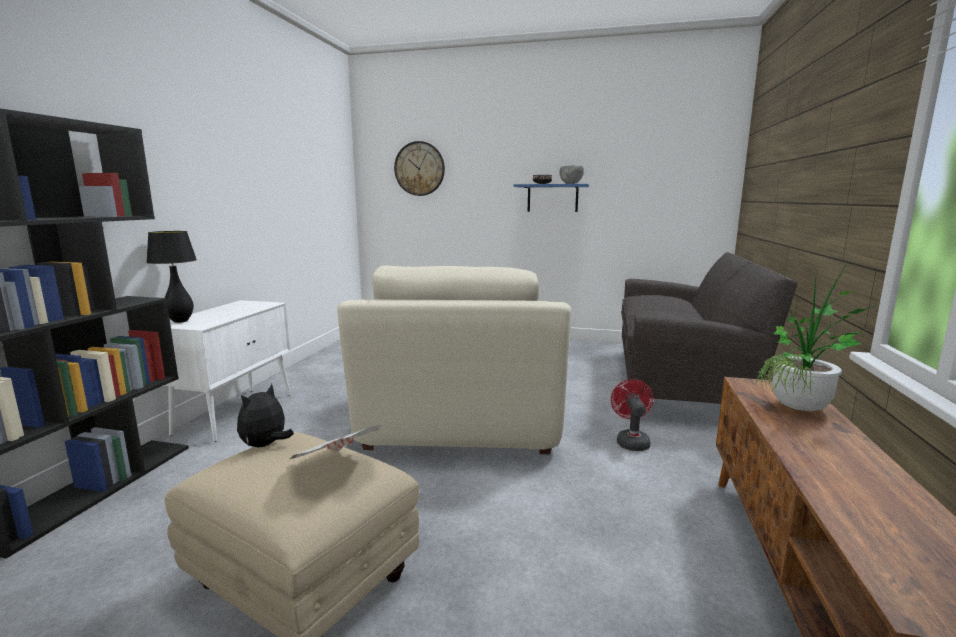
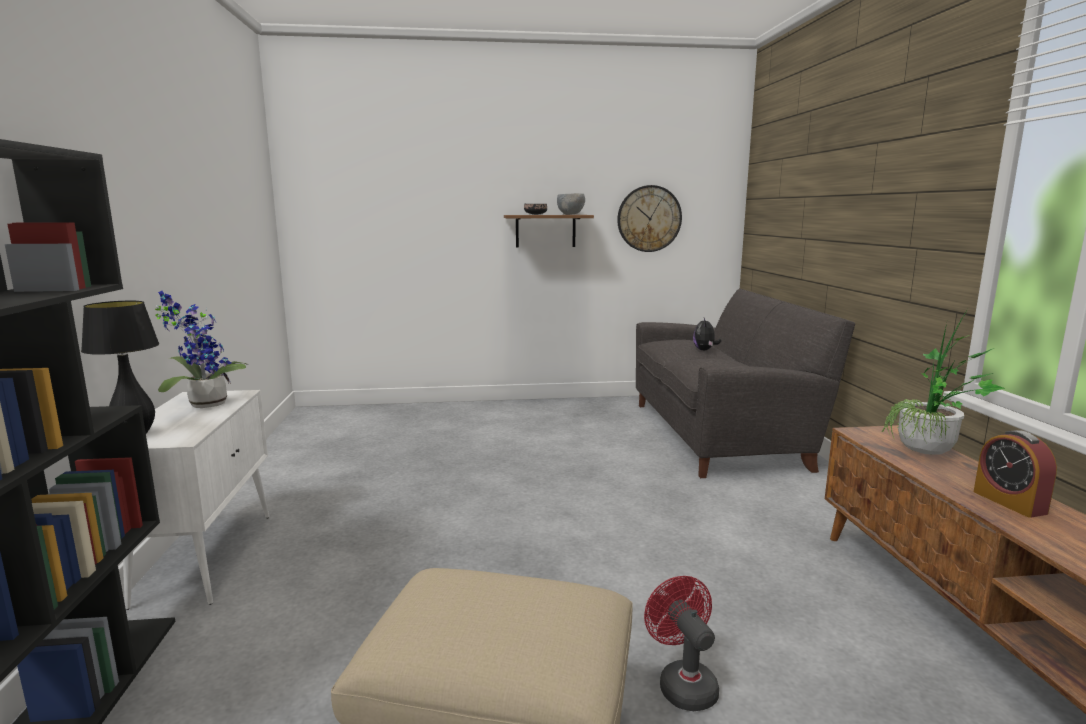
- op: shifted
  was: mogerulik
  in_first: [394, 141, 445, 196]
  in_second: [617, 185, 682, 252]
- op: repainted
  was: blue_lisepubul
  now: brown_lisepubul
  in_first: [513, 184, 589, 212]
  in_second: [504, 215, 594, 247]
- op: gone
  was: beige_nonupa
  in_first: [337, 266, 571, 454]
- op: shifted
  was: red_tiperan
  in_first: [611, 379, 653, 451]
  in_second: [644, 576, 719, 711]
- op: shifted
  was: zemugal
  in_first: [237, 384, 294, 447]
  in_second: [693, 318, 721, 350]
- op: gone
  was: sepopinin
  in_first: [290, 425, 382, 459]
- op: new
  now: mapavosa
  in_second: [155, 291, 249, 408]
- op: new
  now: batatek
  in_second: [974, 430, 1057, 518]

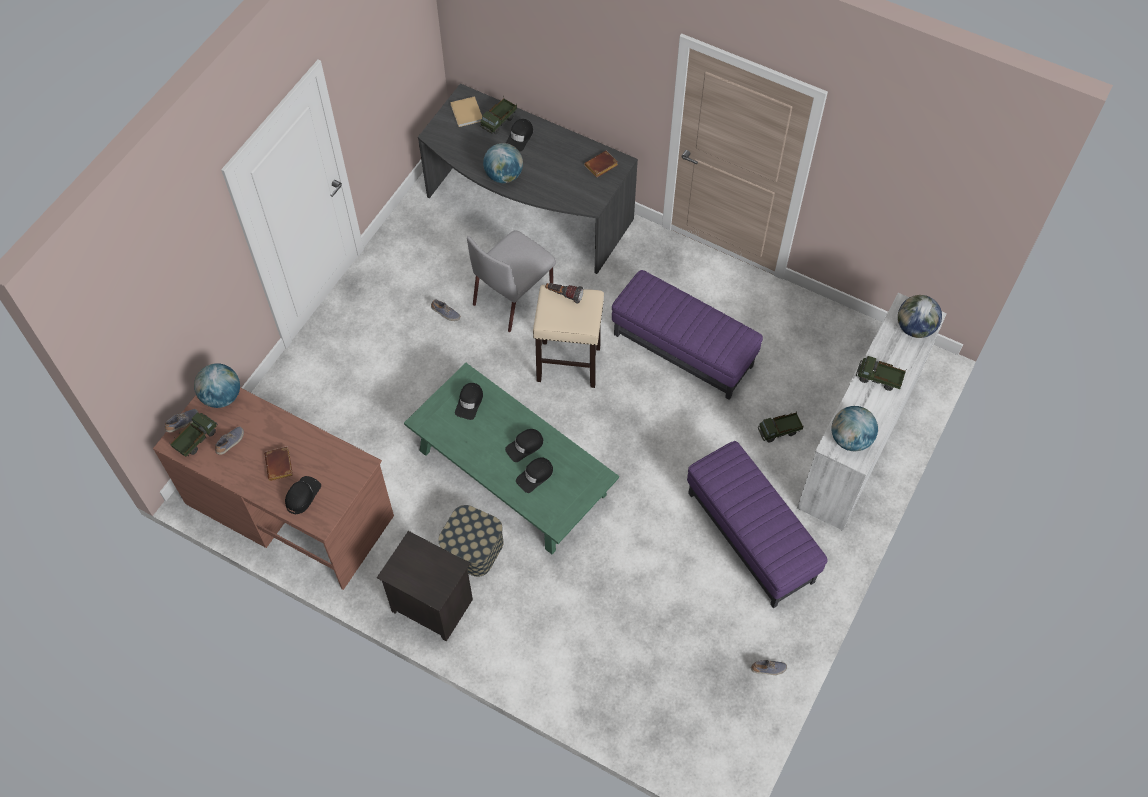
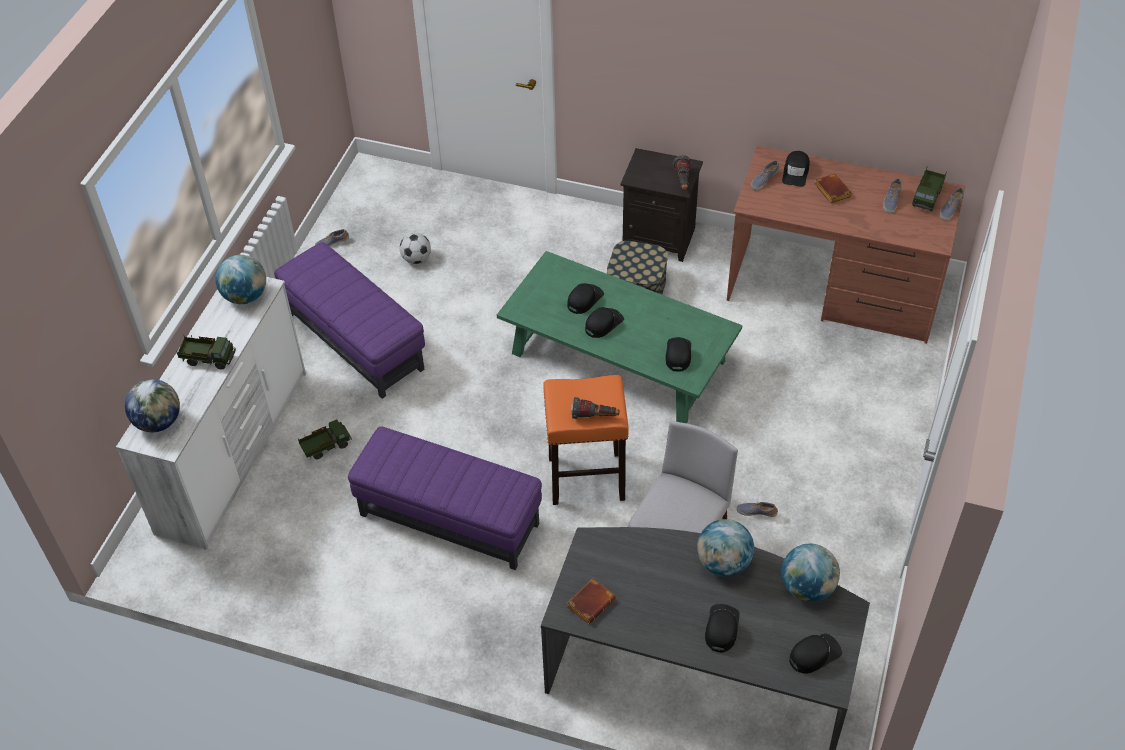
- op: swapped
  was: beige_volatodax
  now: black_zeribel
  in_first: [450, 96, 482, 127]
  in_second: [789, 634, 842, 674]
- op: gone
  was: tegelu
  in_first: [480, 98, 517, 134]
- op: repainted
  was: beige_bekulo
  now: orange_bekulo
  in_first: [533, 285, 604, 388]
  in_second: [543, 375, 629, 505]
- op: shifted
  was: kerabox
  in_first: [194, 363, 240, 408]
  in_second: [781, 544, 840, 602]
- op: new
  now: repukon
  in_second: [673, 155, 692, 190]
- op: new
  now: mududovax
  in_second: [751, 160, 780, 190]
- op: new
  now: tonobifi
  in_second: [400, 233, 431, 264]

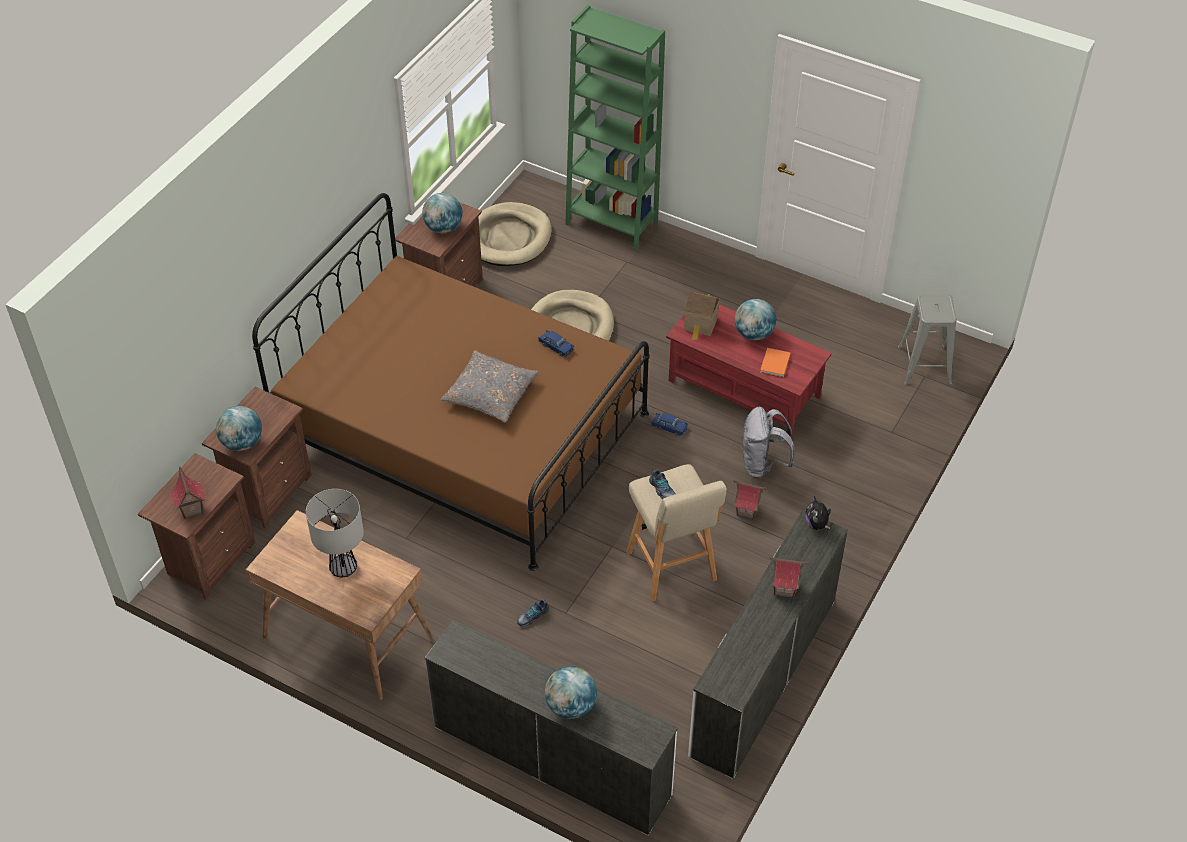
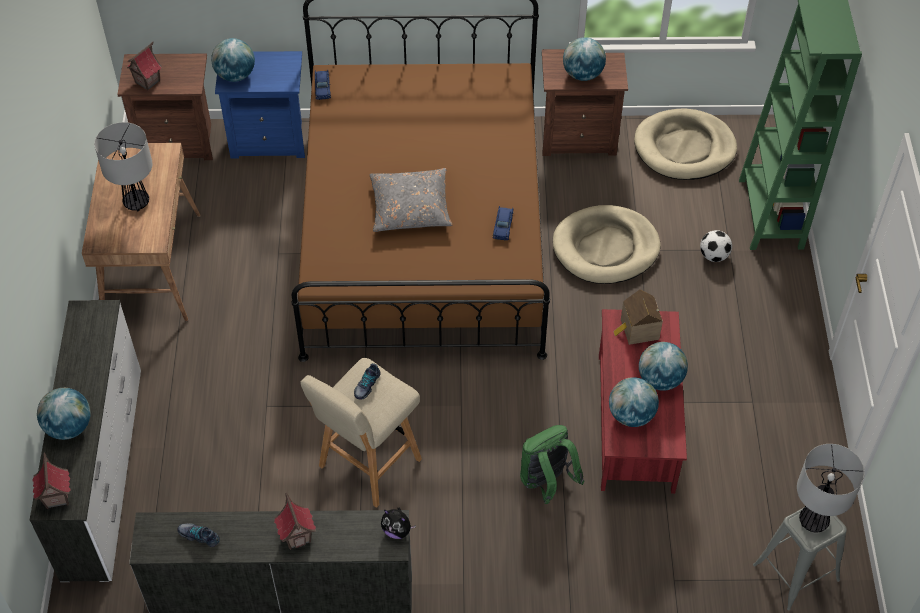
- op: swapped
  was: orange_volatodax
  now: kerabox
  in_first: [760, 348, 791, 377]
  in_second: [609, 377, 659, 427]
- op: repainted
  was: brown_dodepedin
  now: blue_dodepedin
  in_first: [202, 387, 312, 528]
  in_second: [215, 51, 305, 159]
- op: repainted
  was: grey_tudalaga
  now: green_tudalaga
  in_first: [742, 407, 795, 478]
  in_second: [520, 425, 584, 504]
- op: shifted
  was: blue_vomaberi
  in_first: [651, 413, 688, 436]
  in_second: [315, 69, 331, 100]
- op: shifted
  was: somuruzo
  in_first: [733, 480, 767, 520]
  in_second: [32, 453, 71, 509]
- op: rotated
  was: zemugal
  in_first: [805, 497, 831, 530]
  in_second: [381, 507, 416, 539]
  clockwise: -105
- op: shifted
  was: mududovax
  in_first: [517, 599, 549, 627]
  in_second: [177, 523, 220, 547]
- op: new
  now: tonobifi
  in_second: [700, 230, 732, 262]
- op: new
  now: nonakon
  in_second: [797, 444, 864, 533]

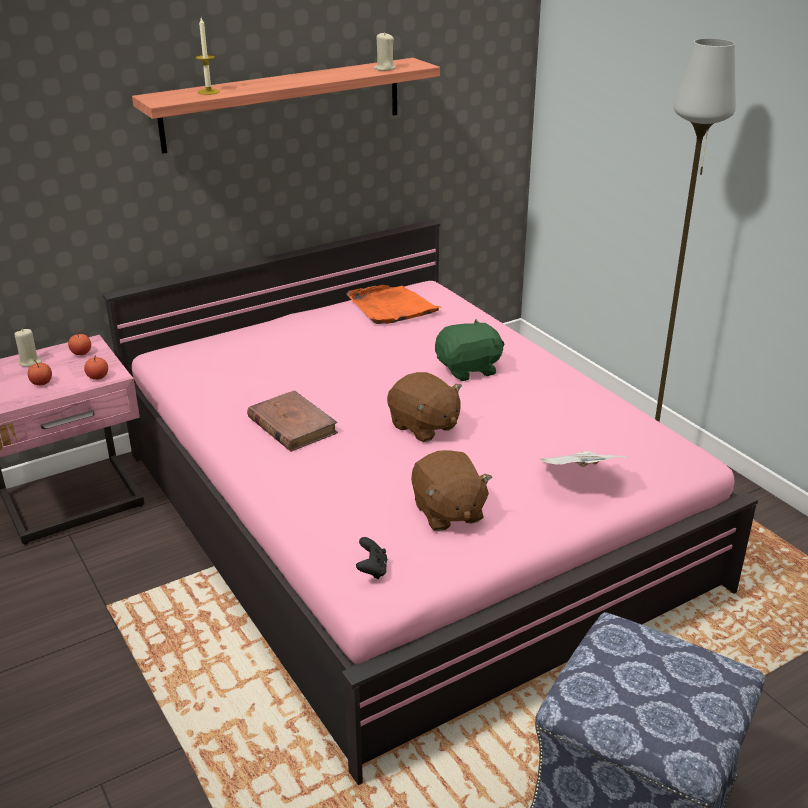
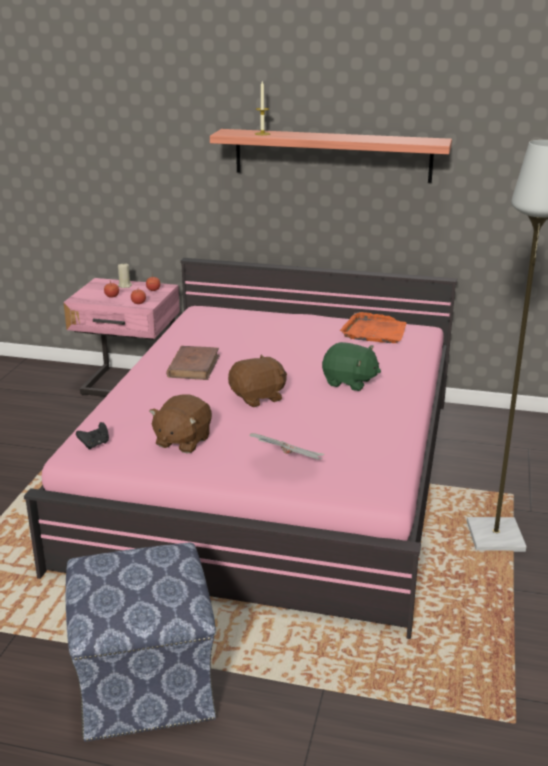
- op: gone
  was: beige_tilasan
  in_first: [373, 32, 396, 71]
- op: rotated
  was: brown_zemugal
  in_first: [387, 372, 462, 442]
  in_second: [228, 354, 287, 407]
  clockwise: -120

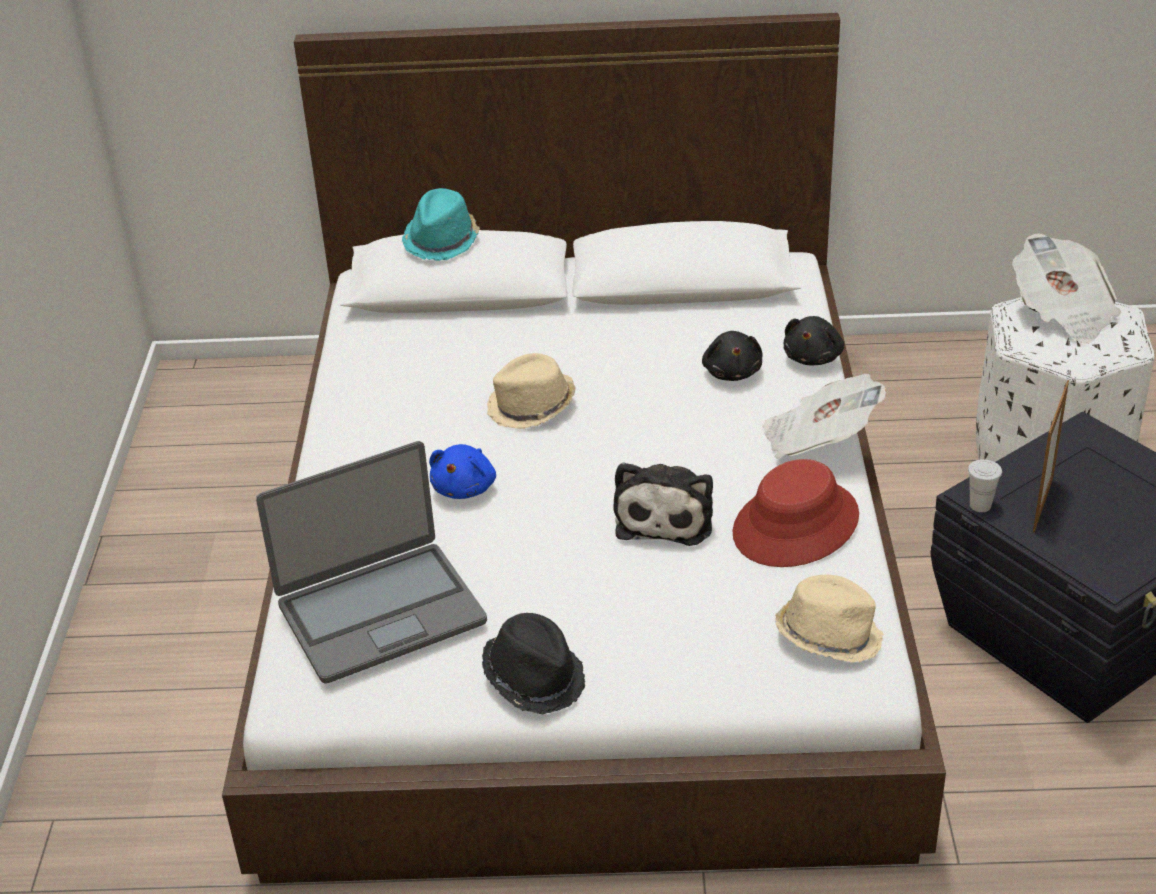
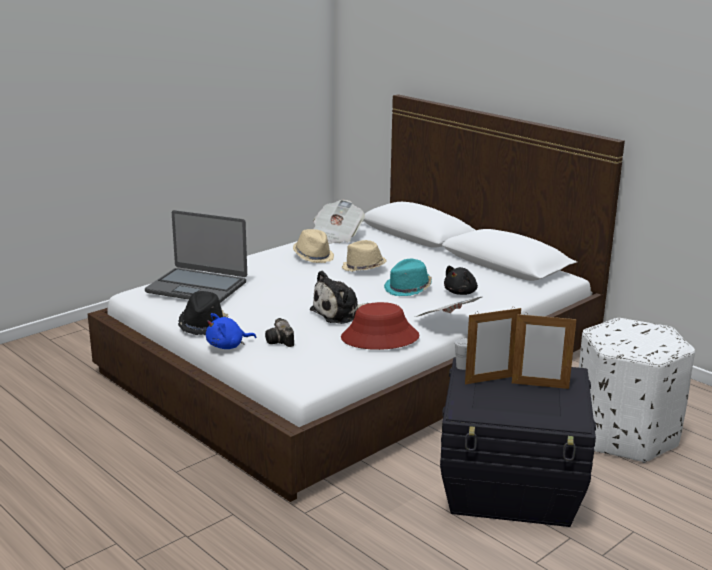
- op: shifted
  was: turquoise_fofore
  in_first: [402, 188, 480, 261]
  in_second: [384, 259, 432, 296]
- op: shifted
  was: sepopinin
  in_first: [1012, 233, 1121, 344]
  in_second: [314, 200, 365, 244]
- op: gone
  was: black_zemugal
  in_first: [784, 316, 844, 366]
- op: shifted
  was: blue_zemugal
  in_first: [429, 444, 496, 499]
  in_second: [206, 313, 256, 349]
- op: shifted
  was: beige_fofore
  in_first: [775, 575, 884, 662]
  in_second: [293, 229, 334, 263]
- op: new
  now: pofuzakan
  in_second: [512, 312, 577, 389]
- op: new
  now: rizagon
  in_second: [265, 318, 294, 347]

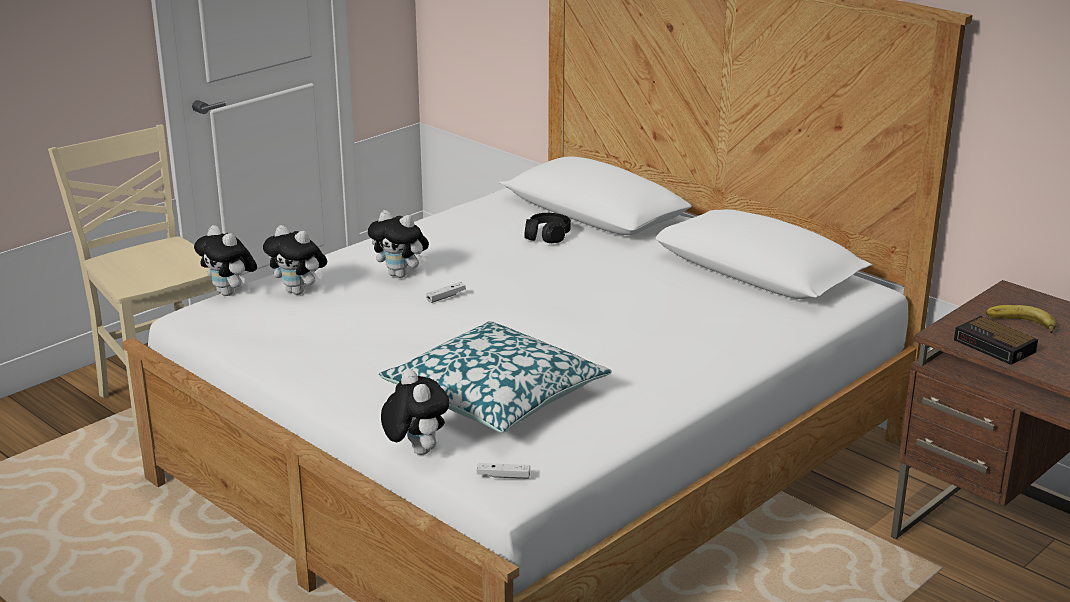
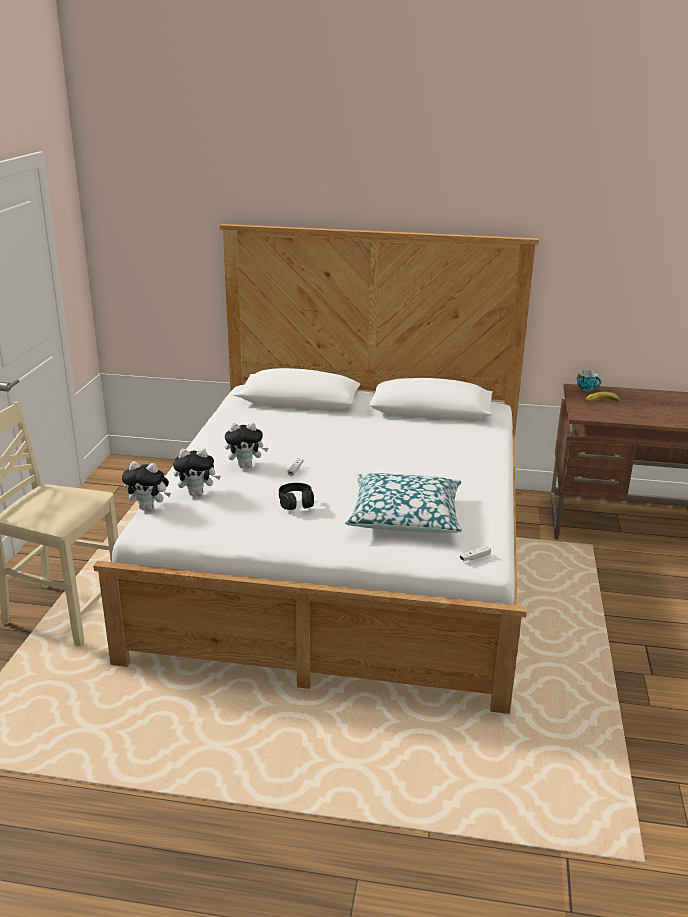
- op: shifted
  was: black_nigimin
  in_first: [524, 213, 571, 243]
  in_second: [279, 483, 314, 510]
- op: gone
  was: batatek
  in_first: [954, 316, 1038, 365]
- op: gone
  was: zemugal
  in_first: [381, 370, 449, 455]
- op: new
  now: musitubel
  in_second: [577, 370, 602, 391]

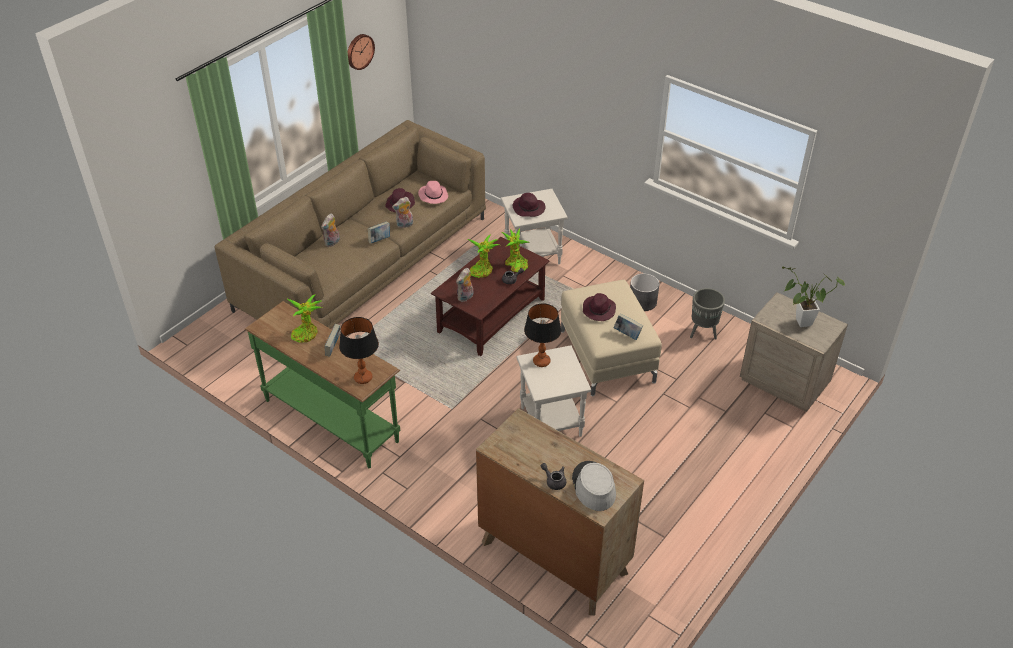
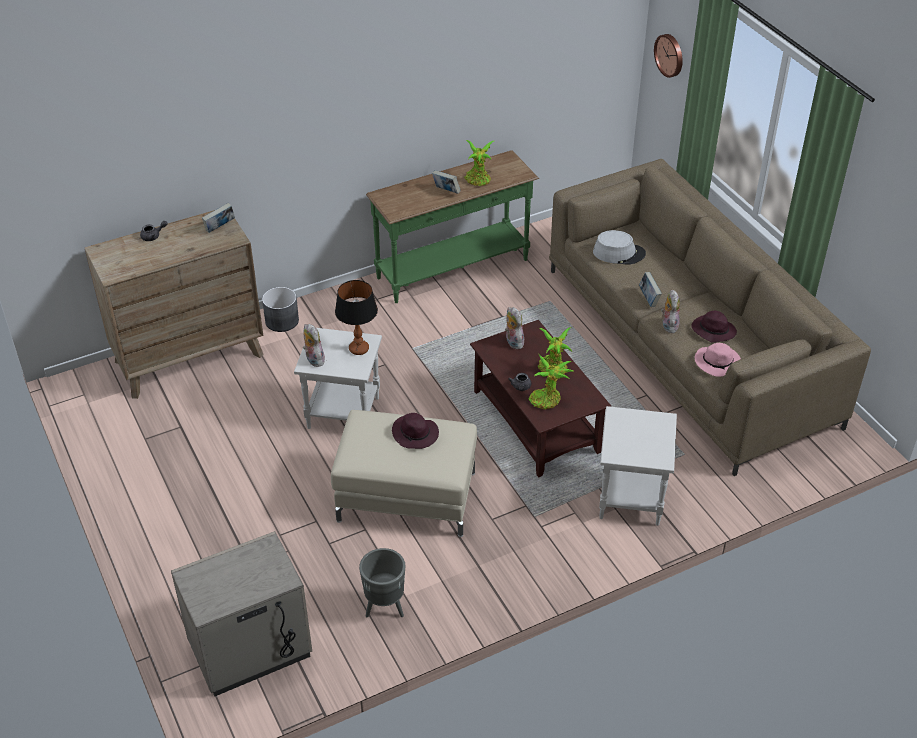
- op: shifted
  was: mogerulik
  in_first: [348, 34, 375, 70]
  in_second: [654, 34, 683, 78]
- op: gone
  was: purple_fofore
  in_first: [513, 193, 546, 217]
- op: shifted
  was: zemugal
  in_first: [321, 213, 340, 247]
  in_second: [303, 324, 325, 367]
- op: gone
  was: mapavosa
  in_first: [782, 267, 845, 327]
- op: shifted
  was: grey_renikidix
  in_first: [630, 273, 660, 311]
  in_second: [262, 287, 299, 332]
- op: shifted
  was: volatodax
  in_first: [614, 313, 643, 340]
  in_second: [202, 203, 235, 233]
- op: gone
  was: nonakon
  in_first: [339, 317, 379, 384]
- op: shifted
  was: grey_fofore
  in_first: [572, 461, 616, 511]
  in_second: [593, 230, 646, 264]

